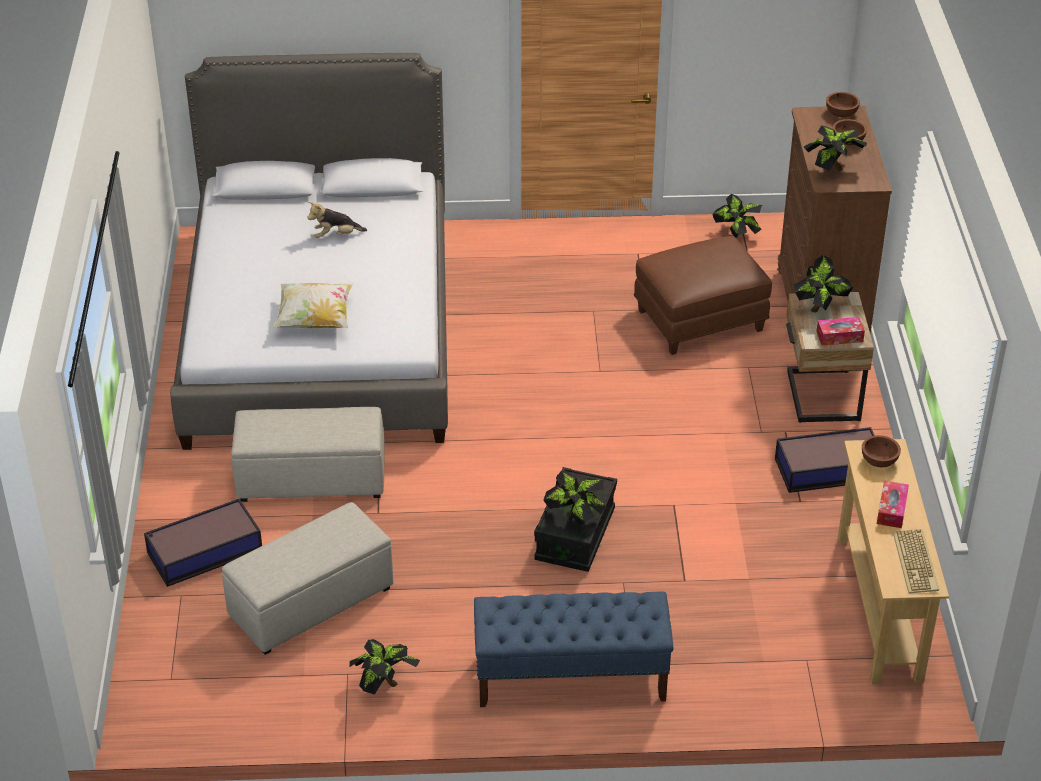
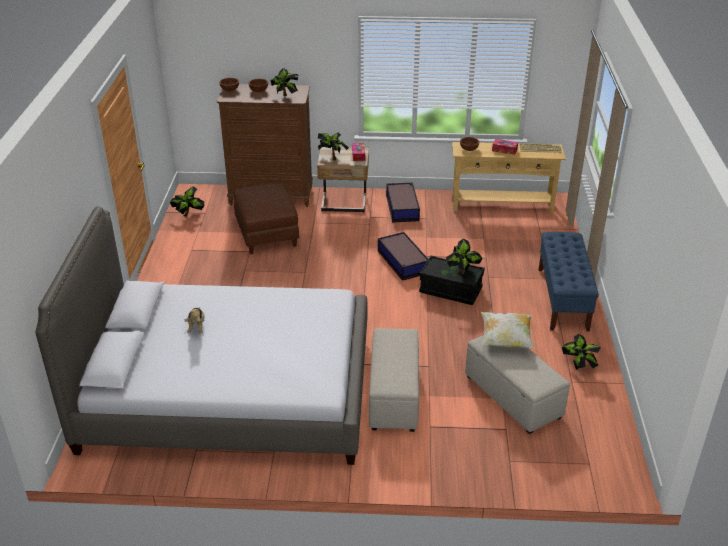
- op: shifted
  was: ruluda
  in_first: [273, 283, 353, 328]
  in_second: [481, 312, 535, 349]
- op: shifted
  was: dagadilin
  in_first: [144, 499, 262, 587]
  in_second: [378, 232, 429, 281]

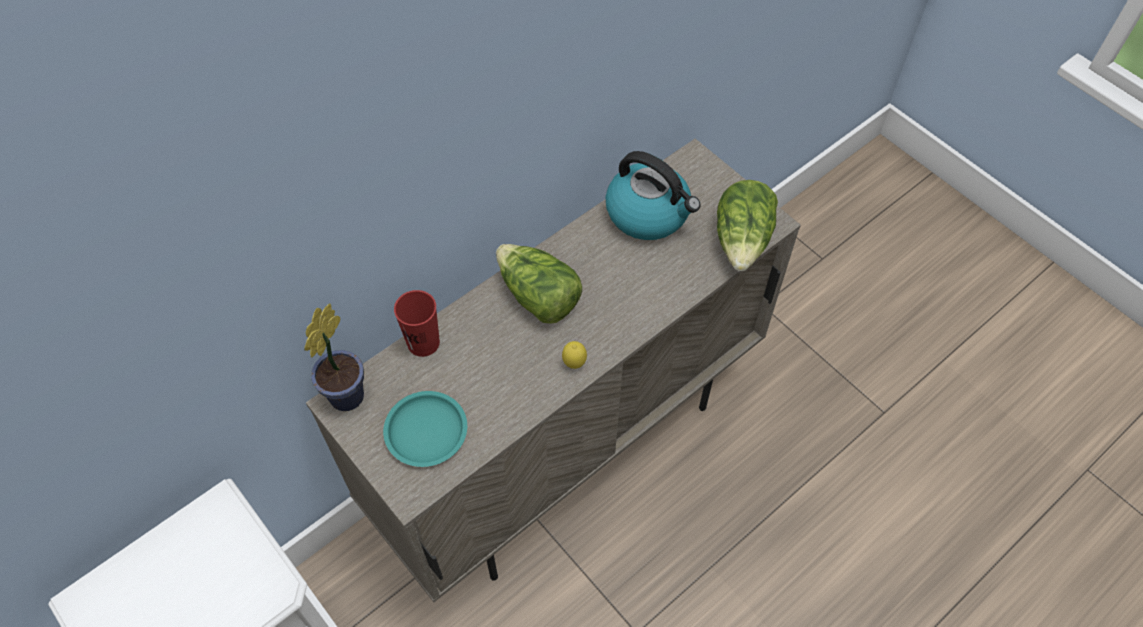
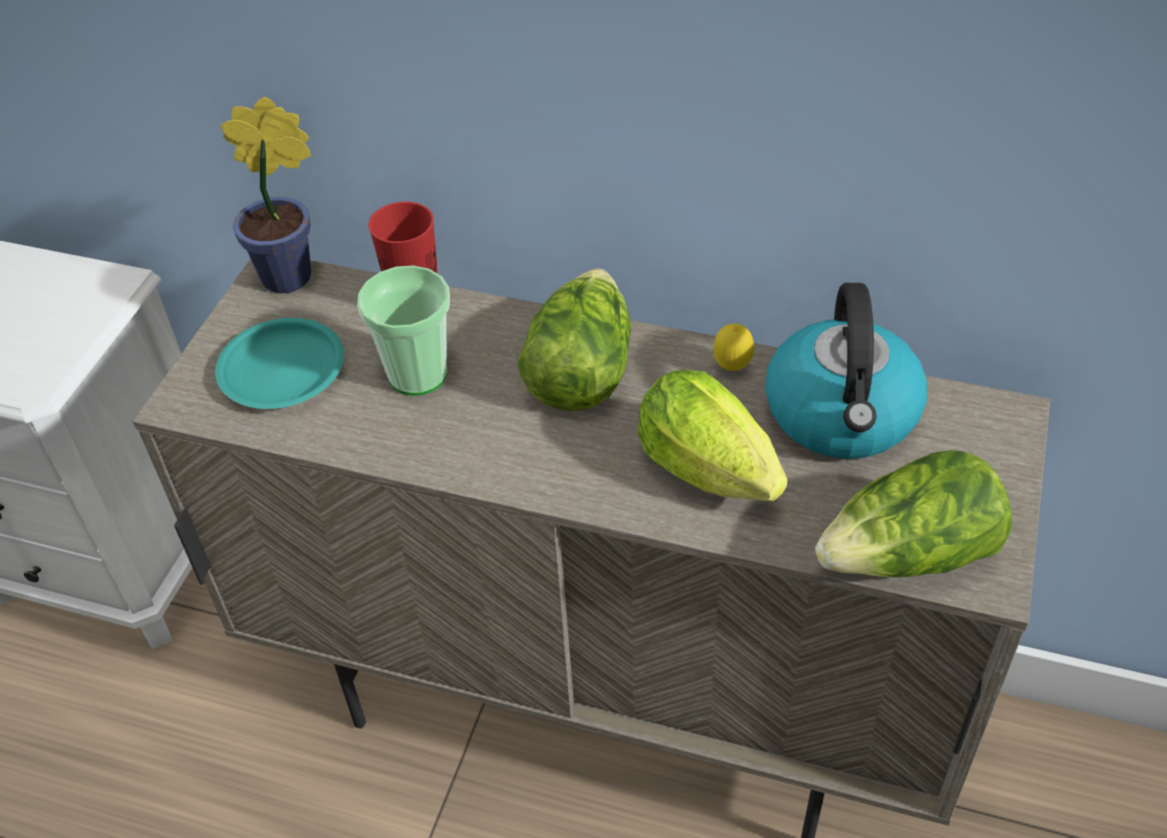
- op: shifted
  was: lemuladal
  in_first: [562, 341, 587, 369]
  in_second: [713, 324, 754, 371]
- op: new
  now: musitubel
  in_second: [357, 265, 450, 396]
- op: new
  now: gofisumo
  in_second: [638, 370, 787, 501]

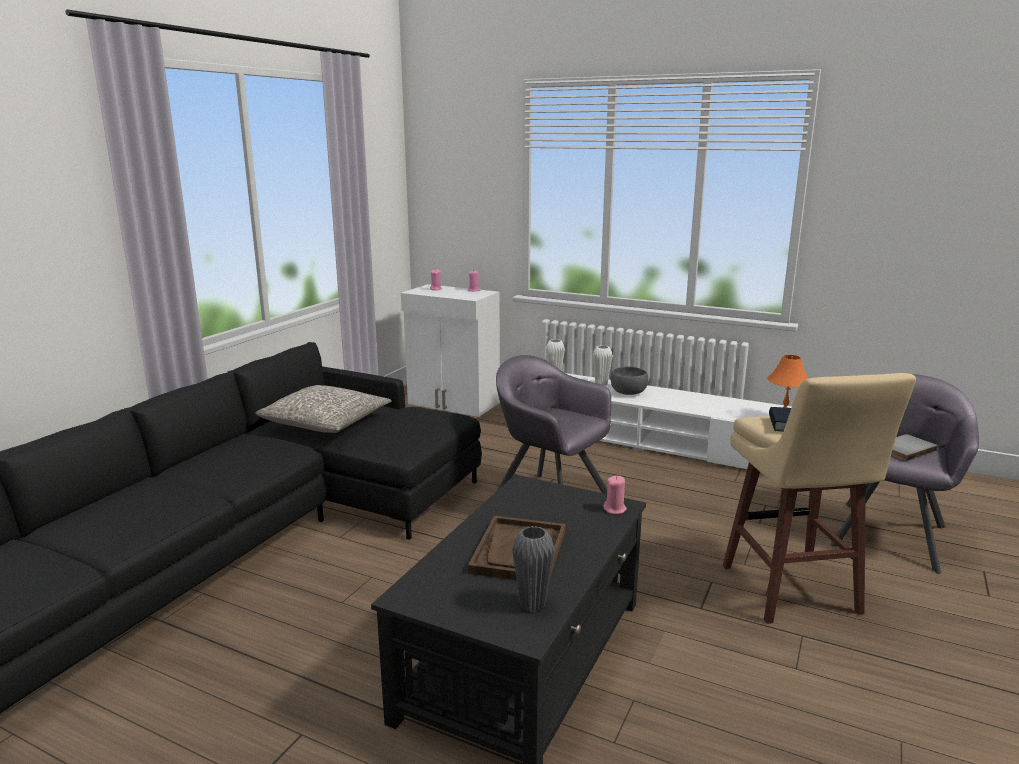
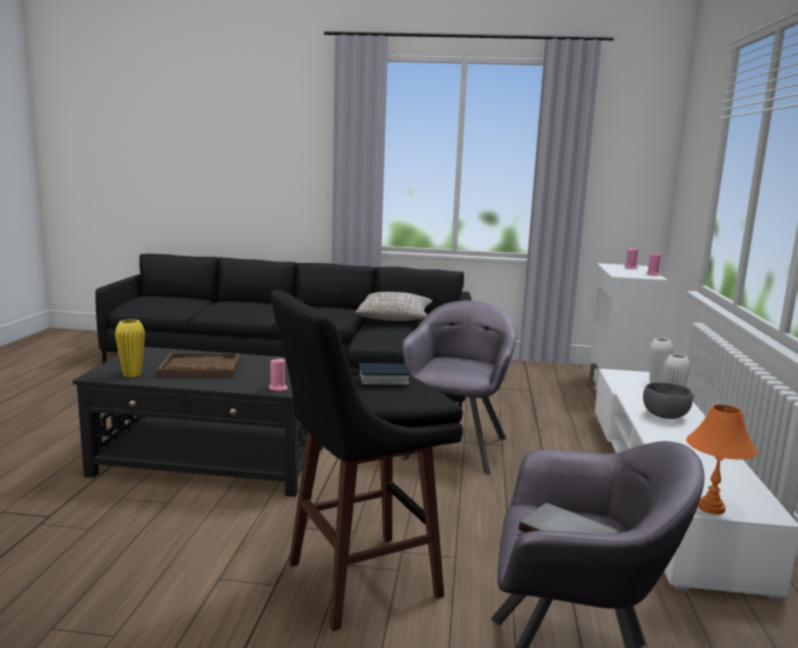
- op: repainted
  was: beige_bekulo
  now: black_bekulo
  in_first: [723, 373, 916, 624]
  in_second: [270, 290, 463, 631]
- op: repainted
  was: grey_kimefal
  now: yellow_kimefal
  in_first: [512, 526, 555, 612]
  in_second: [115, 319, 145, 377]

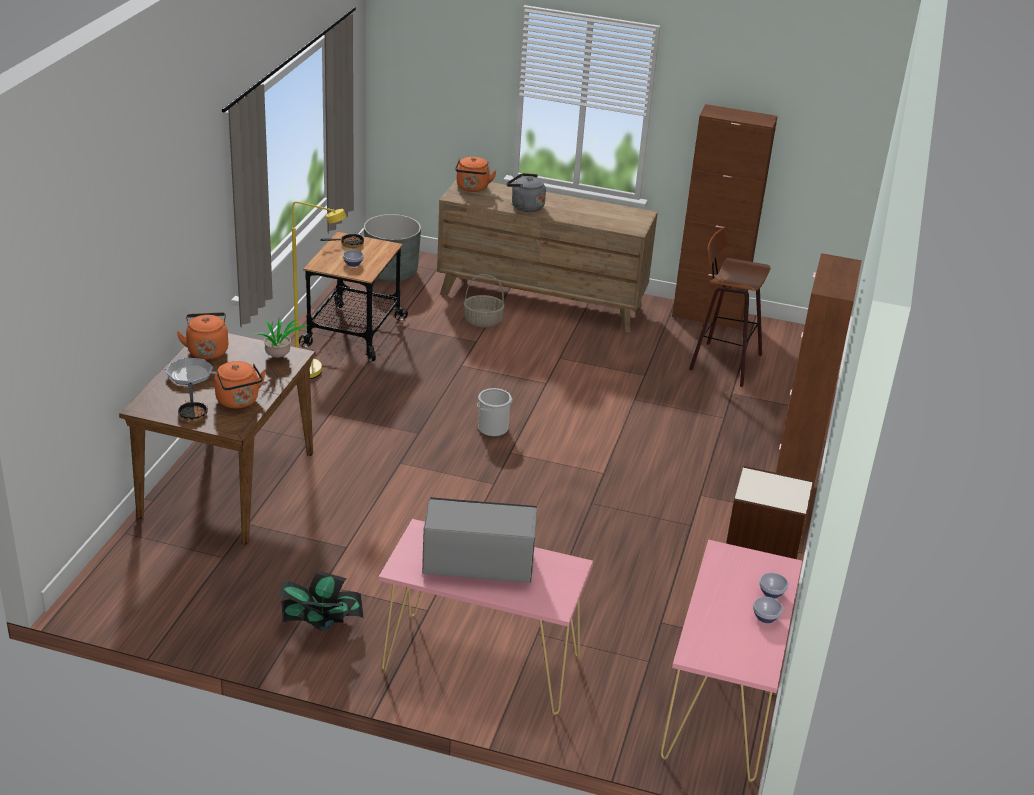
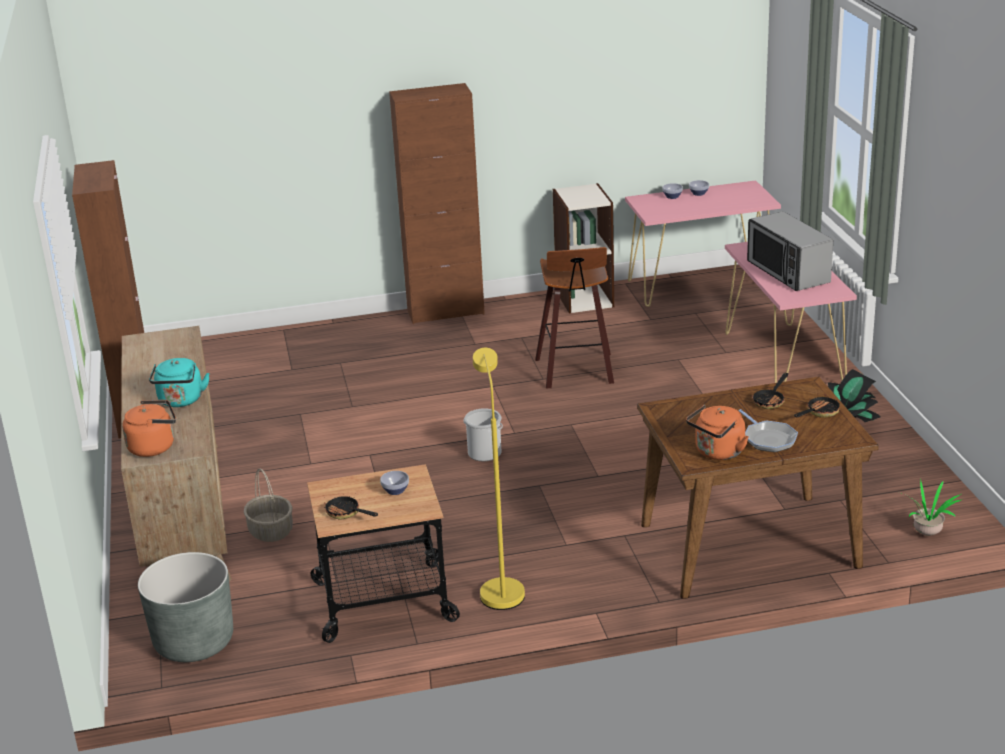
- op: repainted
  was: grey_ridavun
  now: turquoise_ridavun
  in_first: [507, 173, 546, 212]
  in_second: [149, 358, 210, 407]
- op: shifted
  was: bekulo
  in_first: [689, 228, 771, 387]
  in_second: [535, 247, 614, 389]
- op: shifted
  was: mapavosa
  in_first: [260, 319, 308, 358]
  in_second: [904, 479, 961, 536]
- op: swapped
  was: orange_ridavun
  now: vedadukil
  in_first: [214, 361, 266, 408]
  in_second: [752, 373, 788, 409]

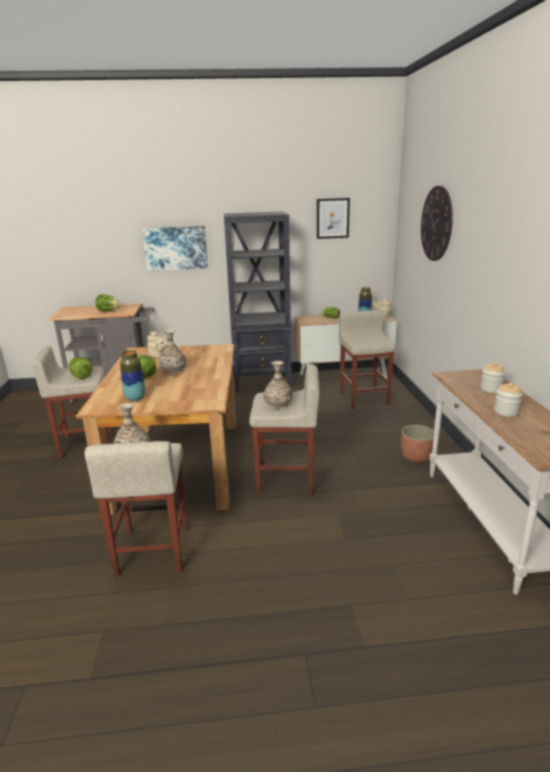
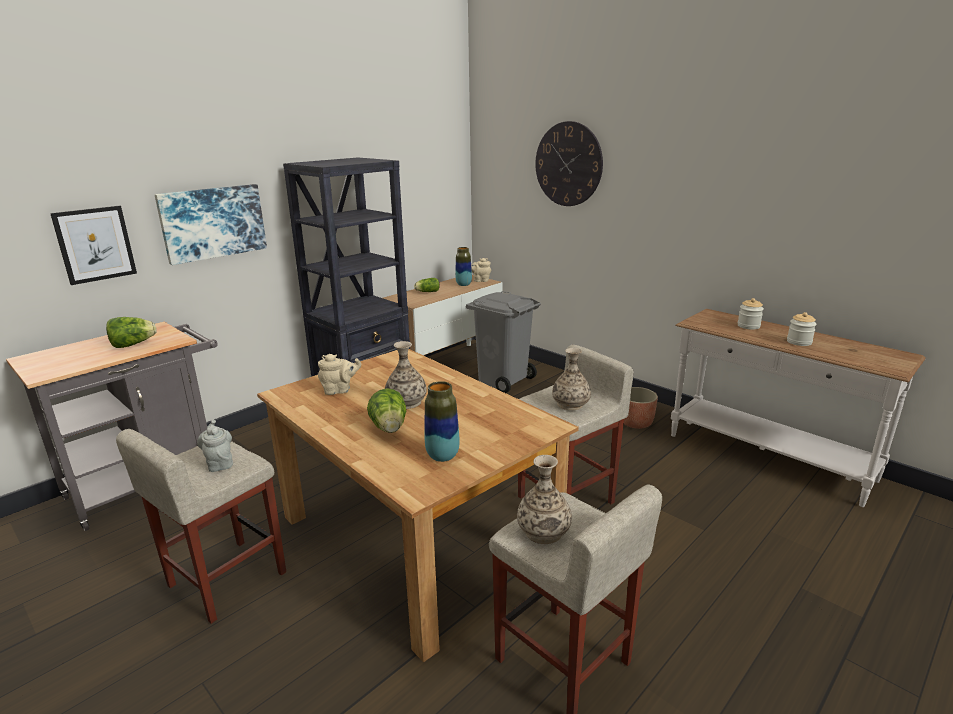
- op: shifted
  was: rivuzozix
  in_first: [317, 198, 350, 239]
  in_second: [50, 205, 137, 285]
- op: swapped
  was: beige_bekulo
  now: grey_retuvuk
  in_first: [339, 310, 396, 409]
  in_second: [466, 291, 541, 393]
- op: swapped
  was: gofisumo
  now: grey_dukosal
  in_first: [69, 357, 92, 379]
  in_second: [197, 420, 233, 472]

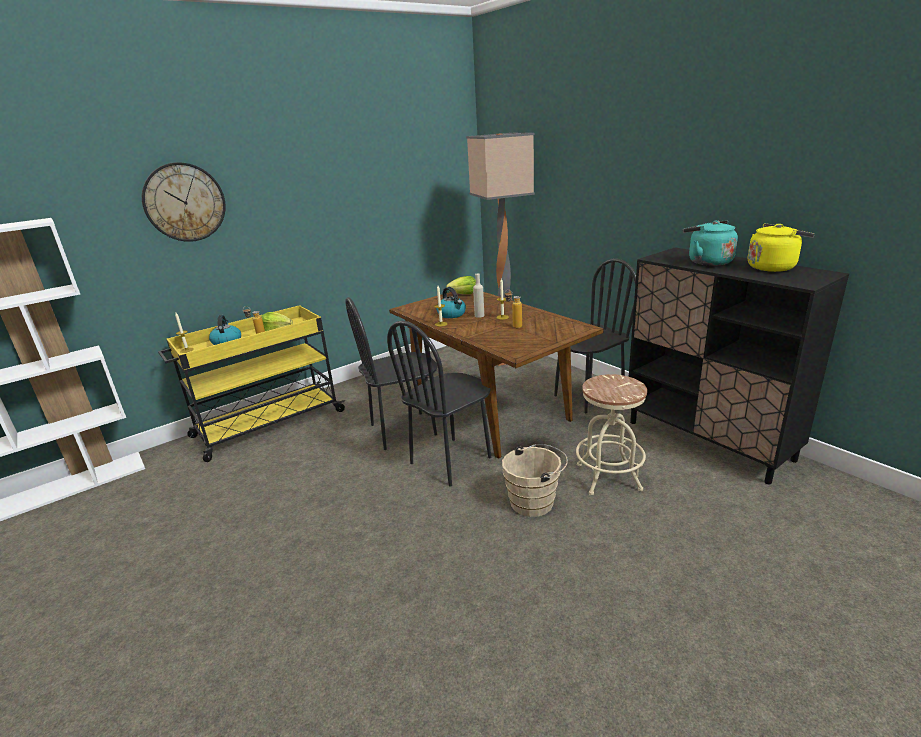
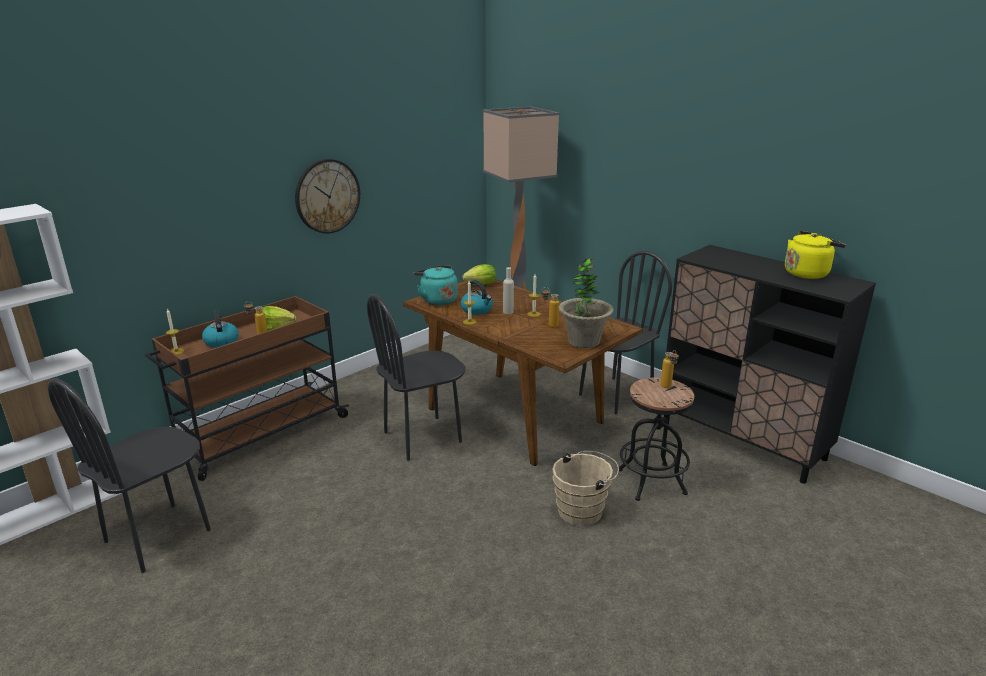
- op: shifted
  was: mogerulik
  in_first: [142, 162, 226, 242]
  in_second: [295, 159, 360, 234]
- op: shifted
  was: turquoise_ridavun
  in_first: [683, 220, 738, 266]
  in_second: [414, 265, 458, 305]
- op: repainted
  was: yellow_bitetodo
  now: brown_bitetodo
  in_first: [158, 305, 345, 462]
  in_second: [145, 296, 349, 481]
- op: shifted
  was: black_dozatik
  in_first: [387, 321, 491, 486]
  in_second: [48, 378, 211, 573]
- op: repainted
  was: beige_bekulo
  now: black_bekulo
  in_first: [576, 374, 647, 495]
  in_second: [619, 378, 694, 501]
- op: new
  now: mapavosa
  in_second: [558, 258, 614, 348]
- op: new
  now: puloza
  in_second: [660, 350, 679, 388]

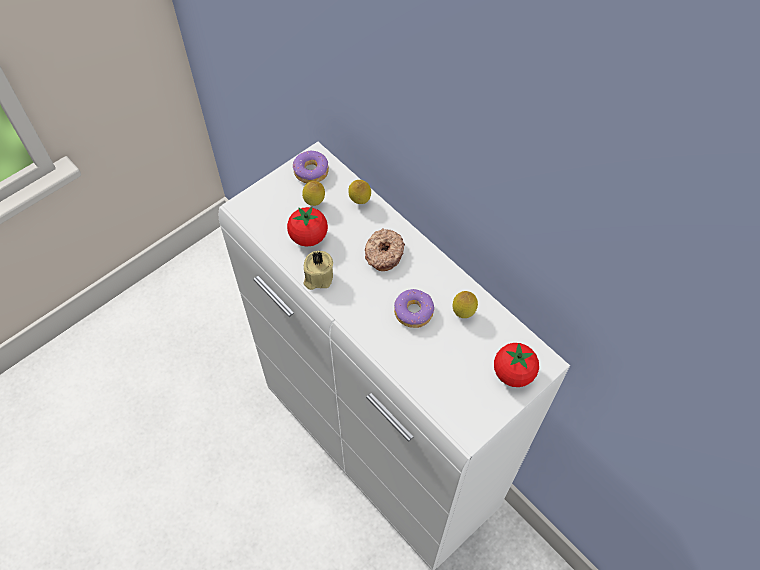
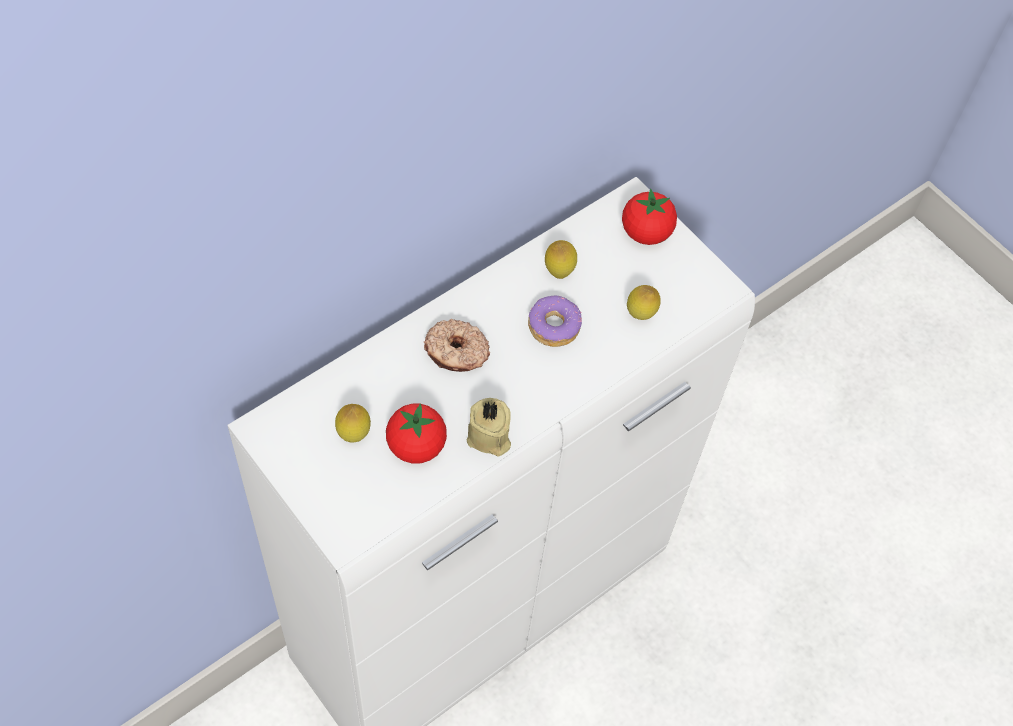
- op: gone
  was: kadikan
  in_first: [293, 151, 329, 183]
- op: shifted
  was: lemuladal
  in_first: [348, 180, 371, 204]
  in_second: [627, 285, 661, 320]

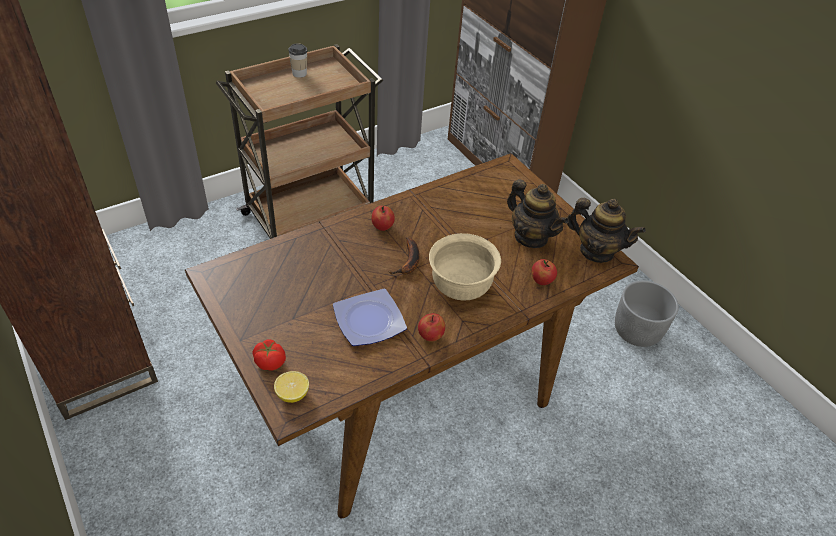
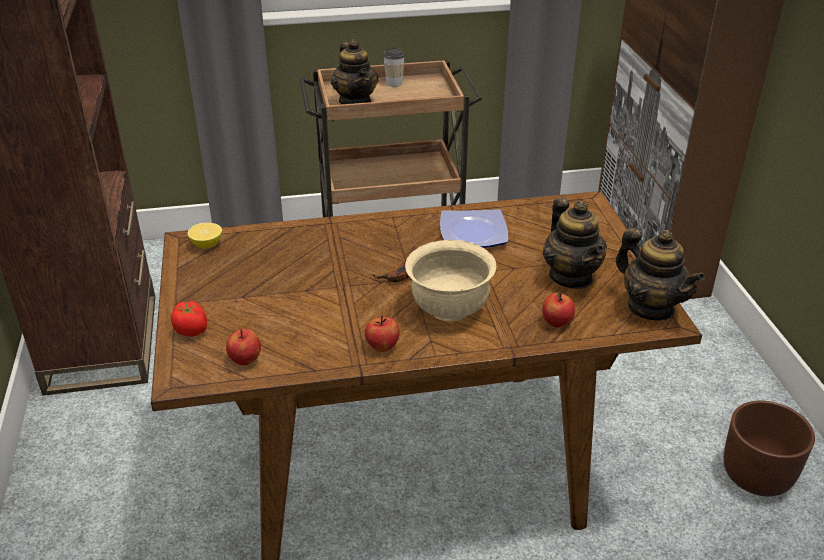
- op: shifted
  was: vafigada
  in_first: [371, 206, 395, 231]
  in_second: [226, 328, 261, 365]
- op: repainted
  was: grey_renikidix
  now: brown_renikidix
  in_first: [615, 281, 679, 347]
  in_second: [724, 401, 815, 497]
- op: shifted
  was: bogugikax
  in_first: [333, 289, 407, 346]
  in_second: [440, 209, 508, 248]
- op: shifted
  was: lemuladal
  in_first: [274, 371, 309, 403]
  in_second: [188, 223, 222, 248]
- op: new
  now: dukosal
  in_second: [331, 39, 379, 104]

